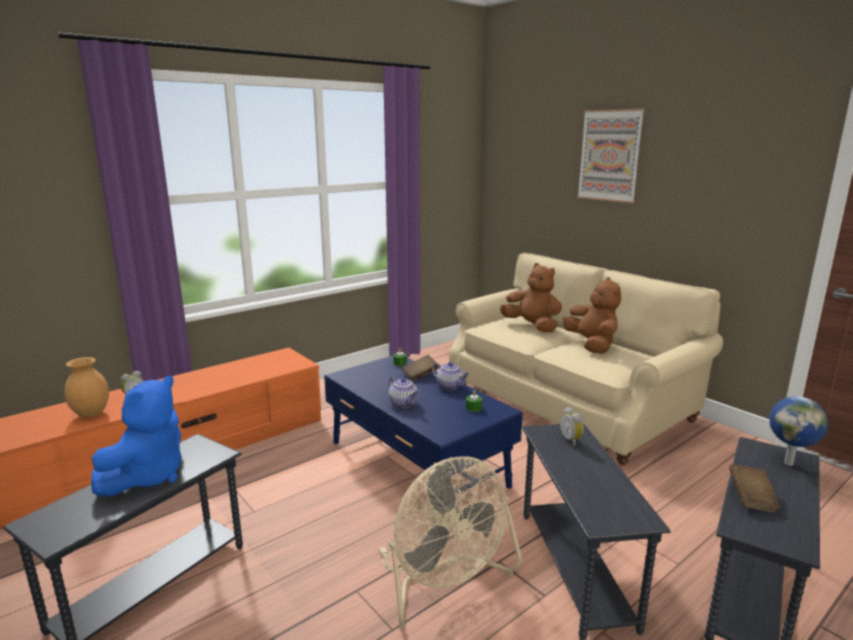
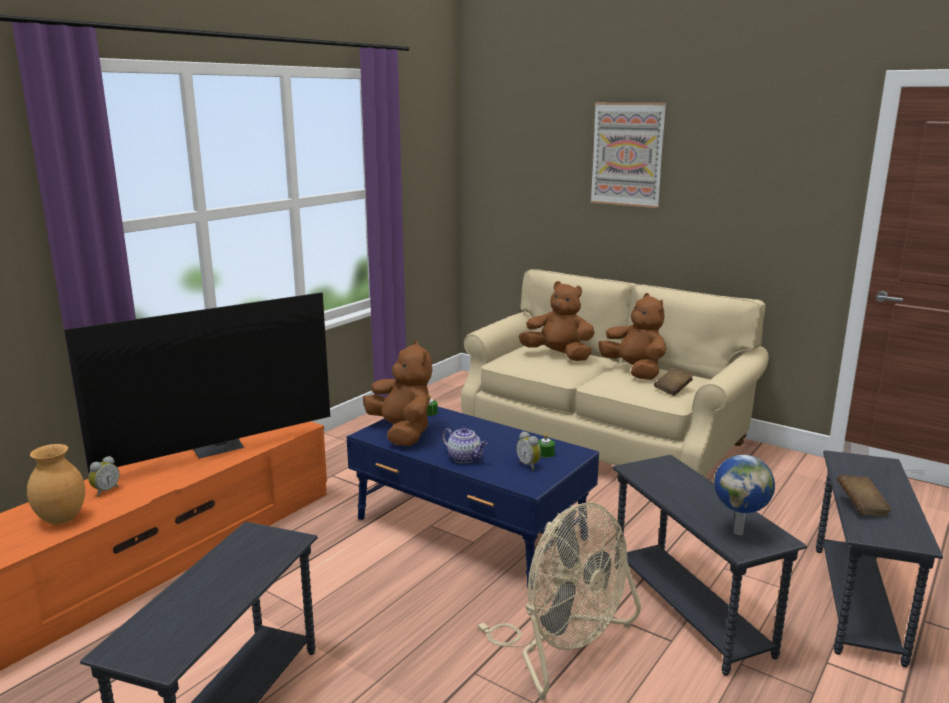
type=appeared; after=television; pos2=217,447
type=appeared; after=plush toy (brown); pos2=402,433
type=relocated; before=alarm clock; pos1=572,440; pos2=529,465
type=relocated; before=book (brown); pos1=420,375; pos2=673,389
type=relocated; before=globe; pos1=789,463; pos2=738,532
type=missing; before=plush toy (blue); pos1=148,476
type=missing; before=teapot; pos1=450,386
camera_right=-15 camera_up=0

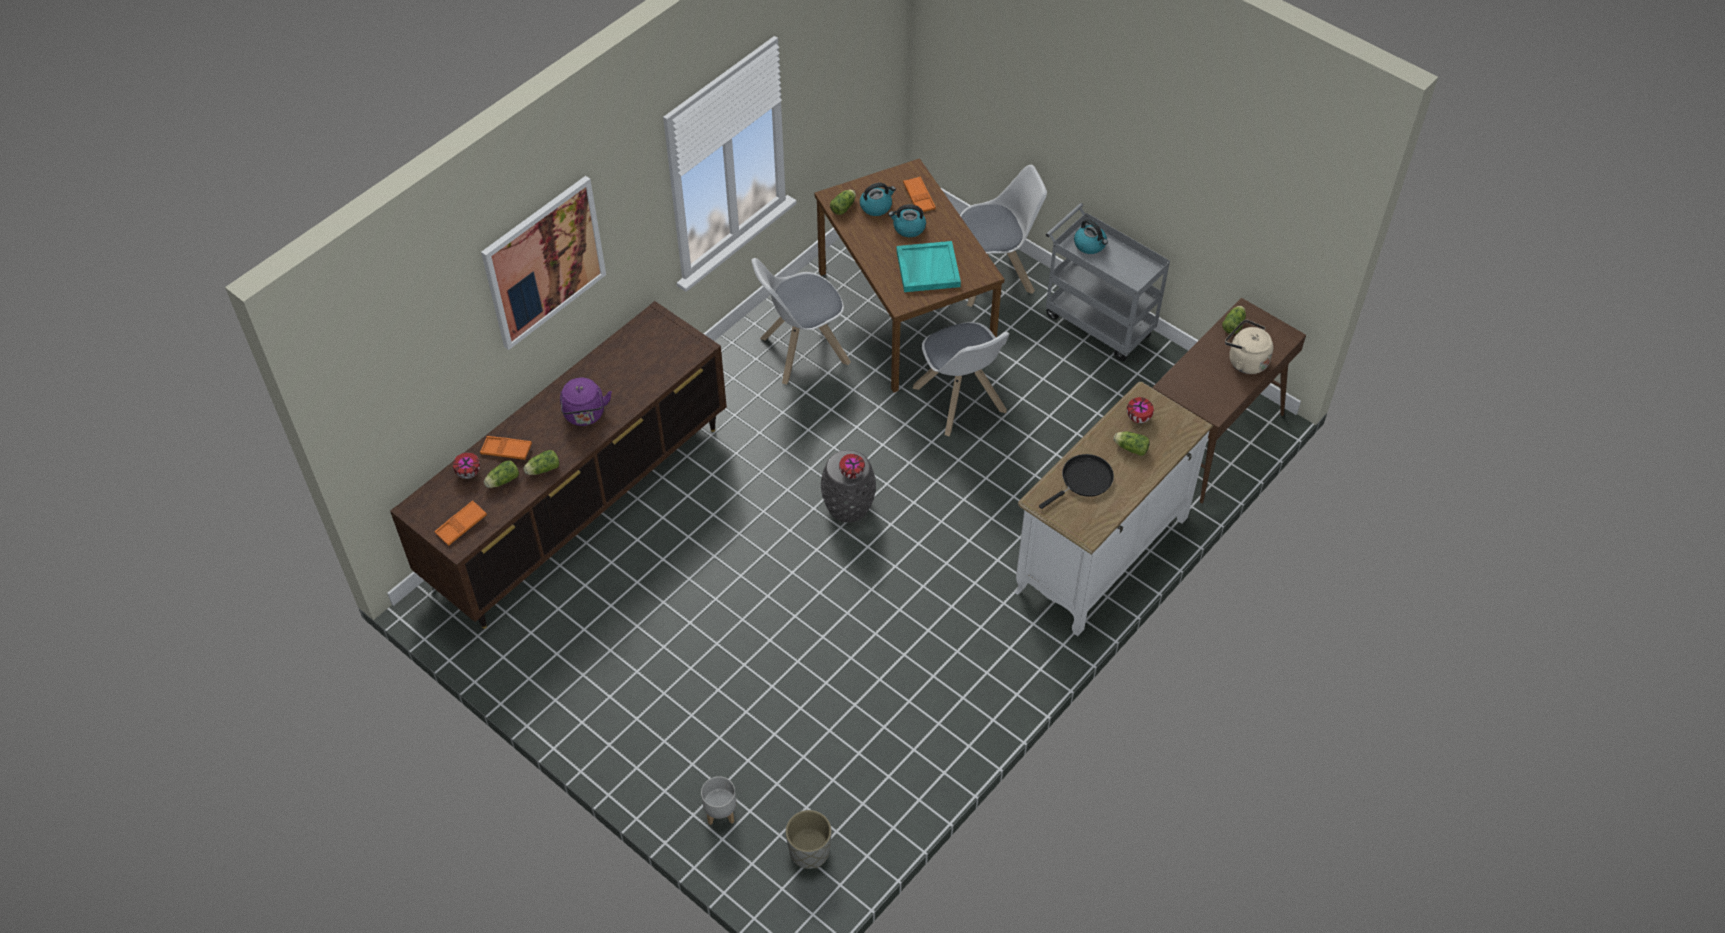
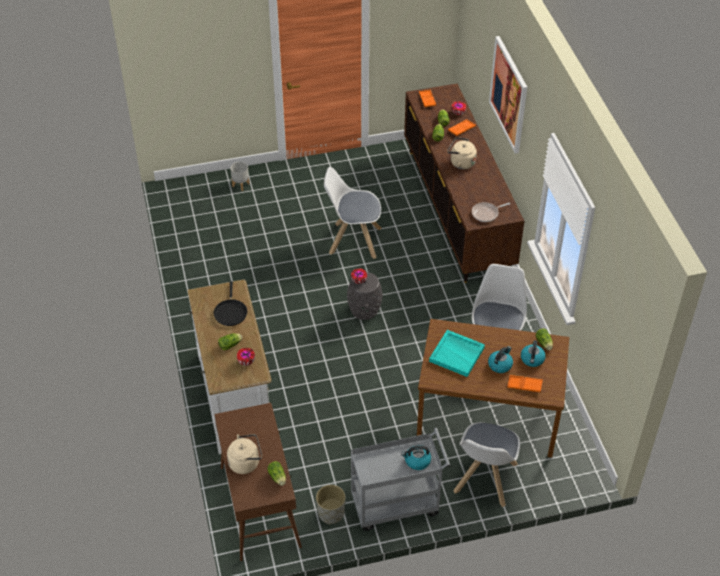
type=relocated; before=planter (grey); pos1=809,851; pos2=331,513
type=relocated; before=chair; pos1=960,401; pos2=353,240
type=colour; before=kettle (purple); after=kettle (beige); pos1=585,415; pos2=461,162
type=appeared; after=frying pan; pos2=486,213
camera_right=125 camera_up=-5

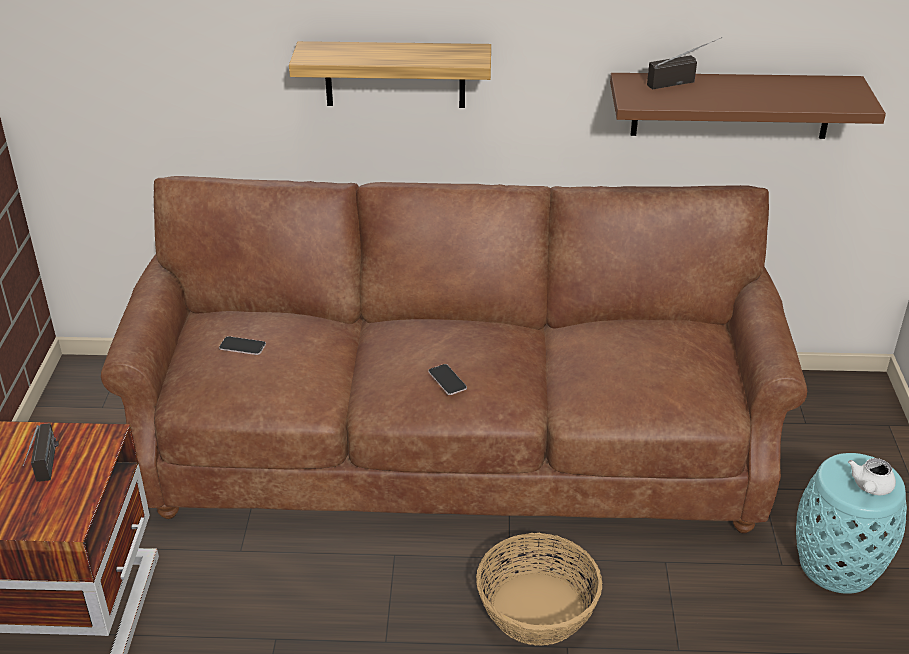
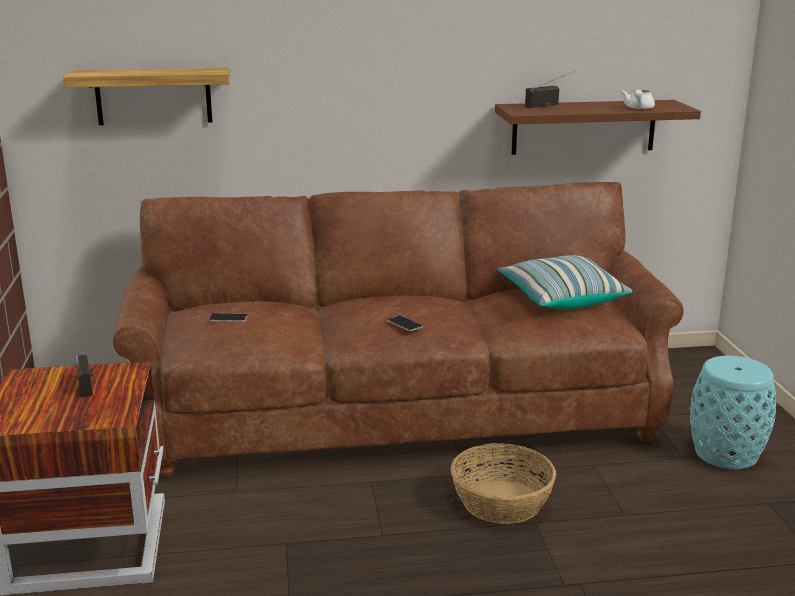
type=relocated; before=shelf; pos1=395,74; pos2=153,96
type=appeared; after=pillow; pos2=561,299
type=relocated; before=teapot (white); pos1=870,488; pos2=638,108
camera_right=-10 camera_up=-15

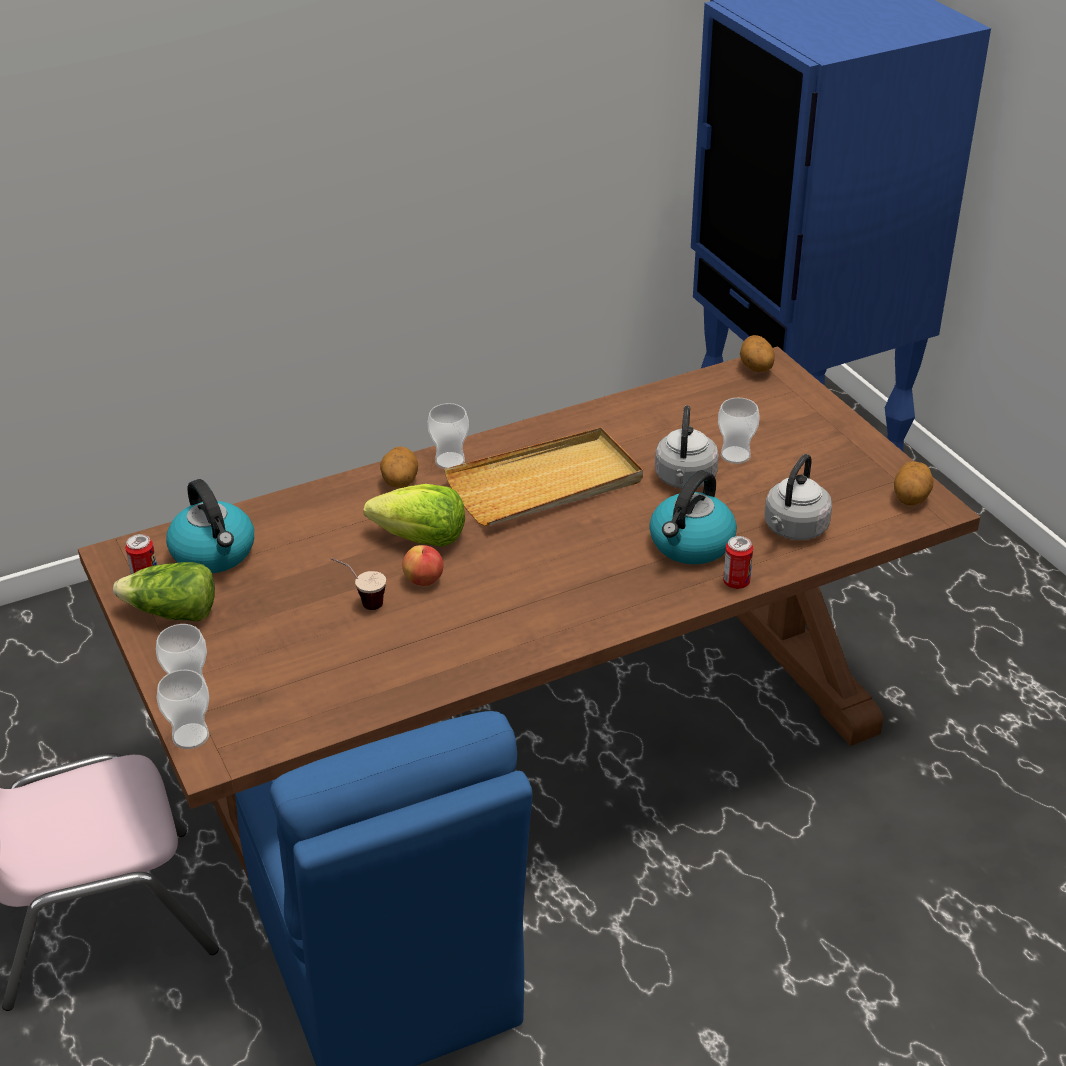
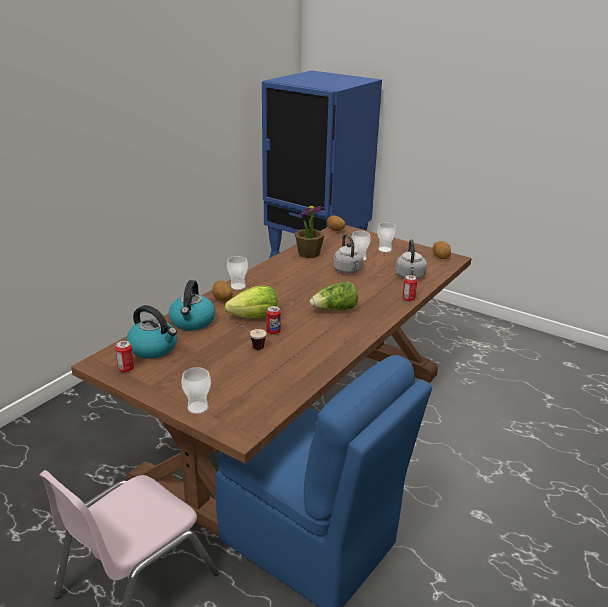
type=relocated; before=kettle; pos1=691,545; pos2=192,322
type=exchanged; before=apple; after=can; pos1=424,580; pos2=273,332
type=appeared; after=potted plant; pos2=308,254
type=relocated; before=lettuce; pos1=172,613; pos2=334,310
type=relocated; before=cup; pos1=190,736; pos2=384,249
type=missing; before=tray (beige); pos1=546,484
camera_right=-30 camera_up=-10

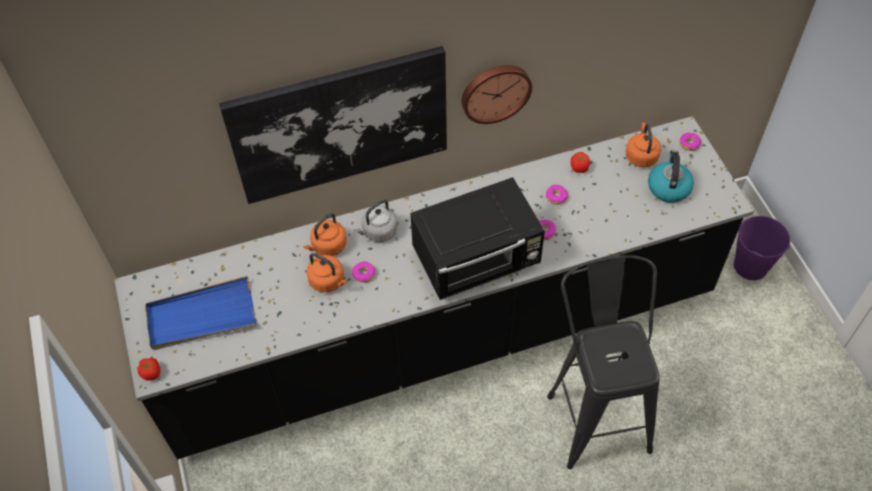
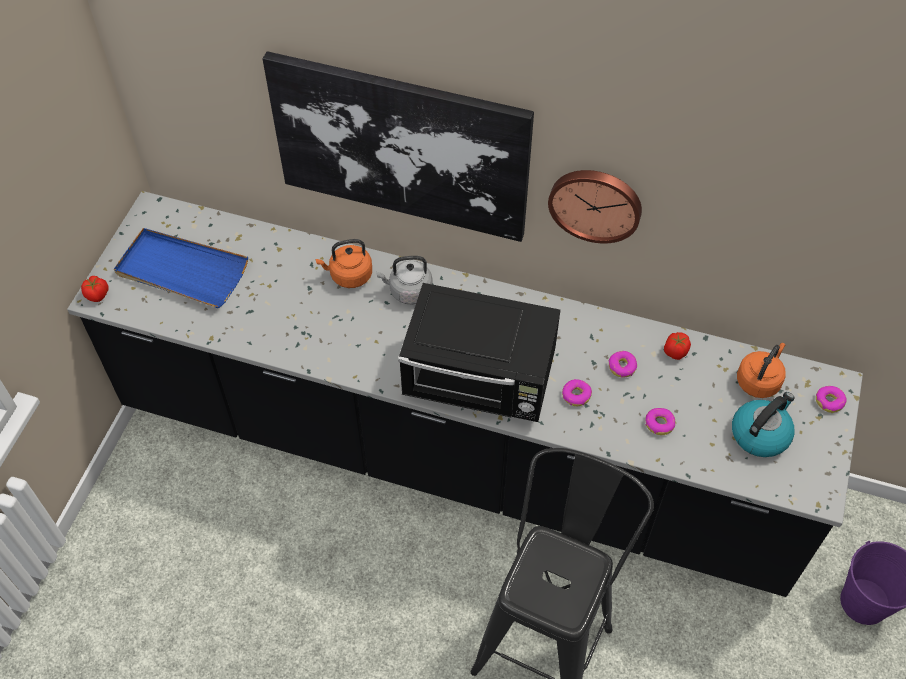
type=relocated; before=donut; pos1=363,274; pos2=659,424
type=missing; before=kettle (orange); pos1=328,281
camera_right=35 camera_up=0

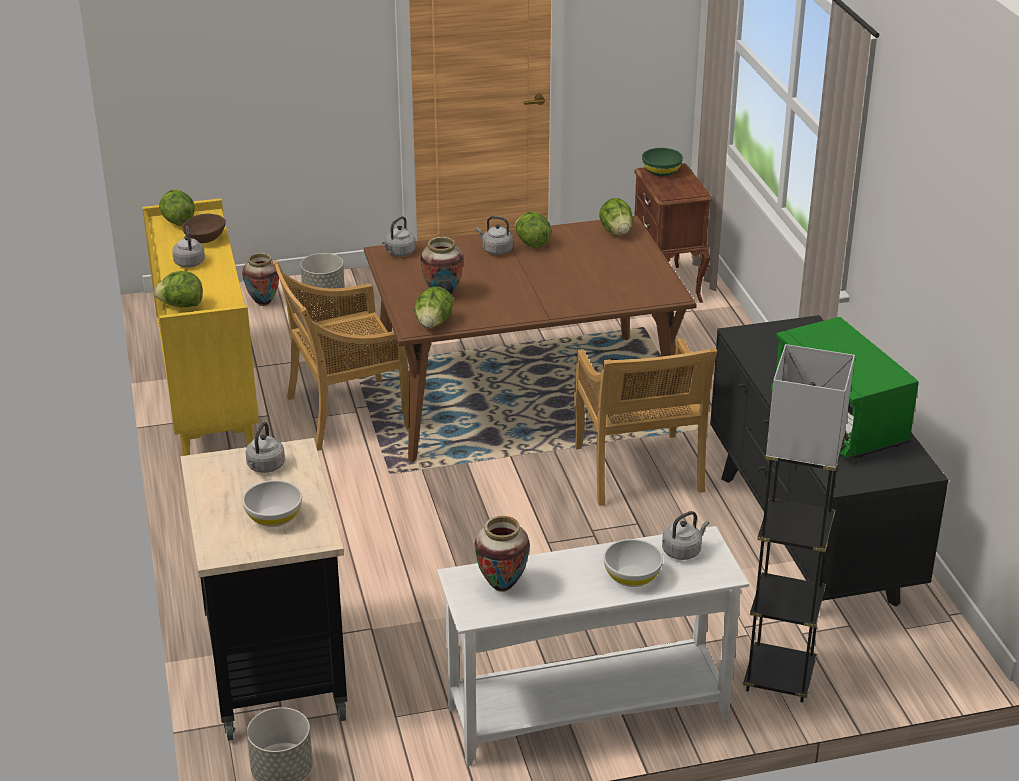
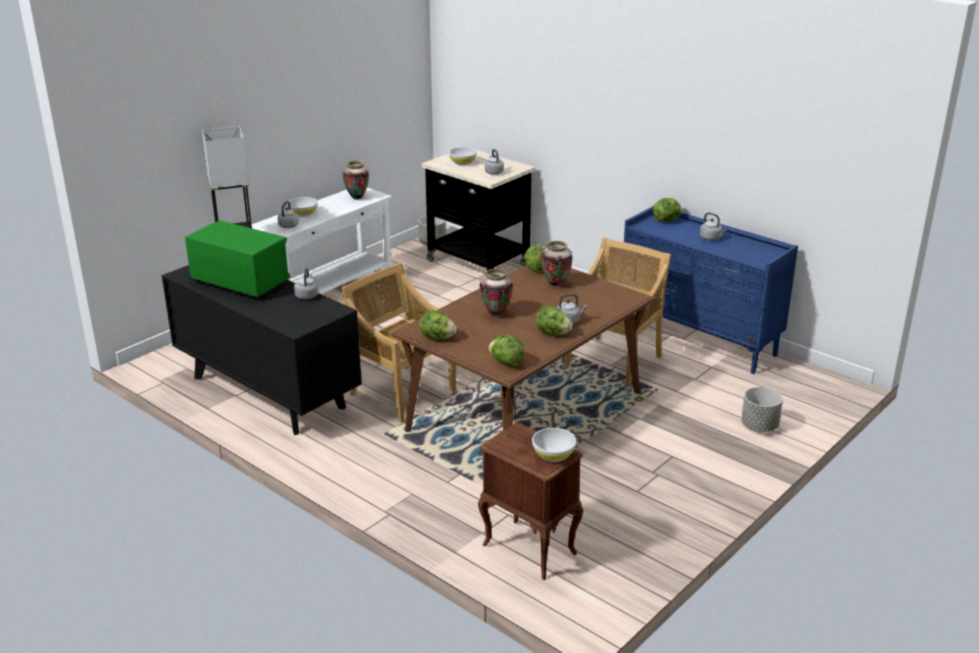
type=relocated; before=kettle (grey); pos1=399,253; pos2=307,295
type=relocated; before=lettuce; pos1=177,221; pos2=437,338
type=relocated; before=vase; pos1=263,303; pos2=496,314
type=colour; before=bowl (green); after=bowl (white); pos1=661,171; pos2=553,455
type=colour; before=cabinet (yellow); after=cabinet (blue); pos1=209,400; pos2=699,340
type=missing; before=bowl (brown); pos1=205,239
camera_right=145 camera_up=-5

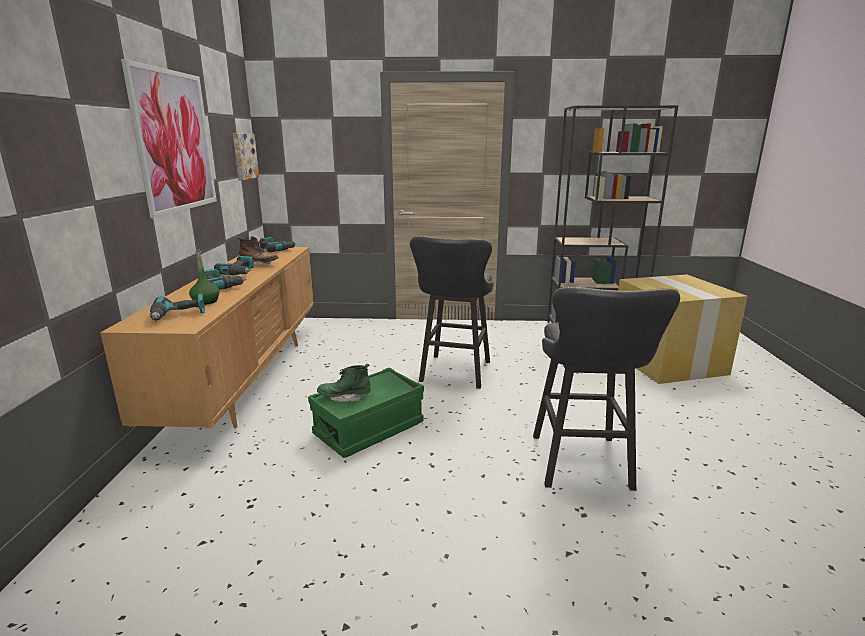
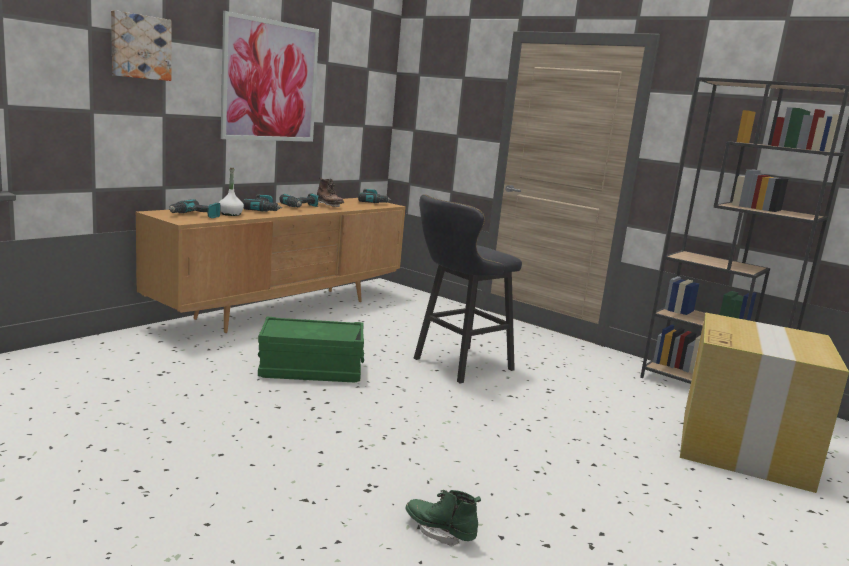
type=relocated; before=picture; pos1=244,156; pos2=140,47
type=colour; before=bottle (green); after=bottle (white); pos1=205,301; pos2=230,214
type=relocated; before=boot (green); pos1=345,397; pos2=440,532
type=missing; before=stool (black); pos1=583,469
camera_right=35 camera_up=-5

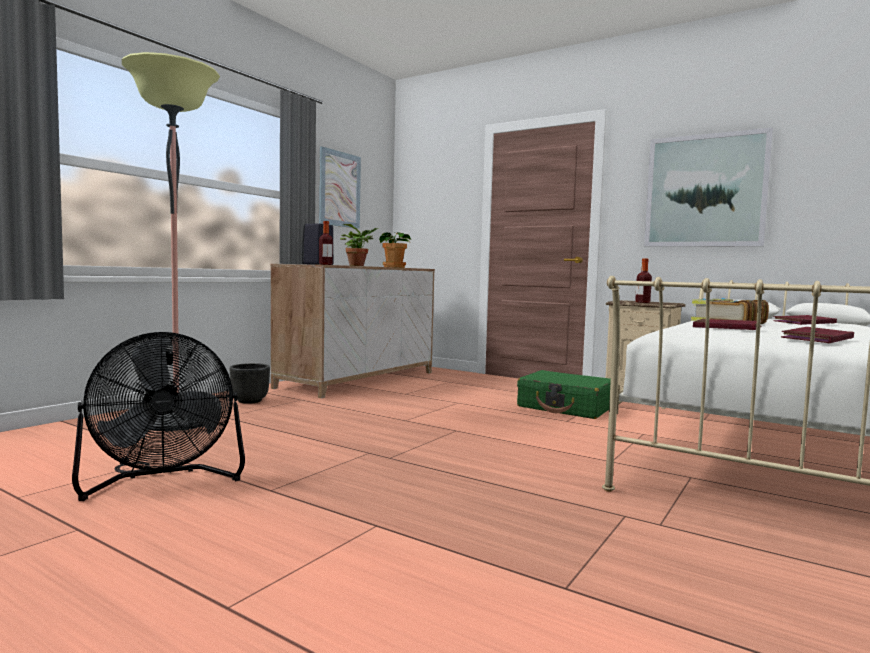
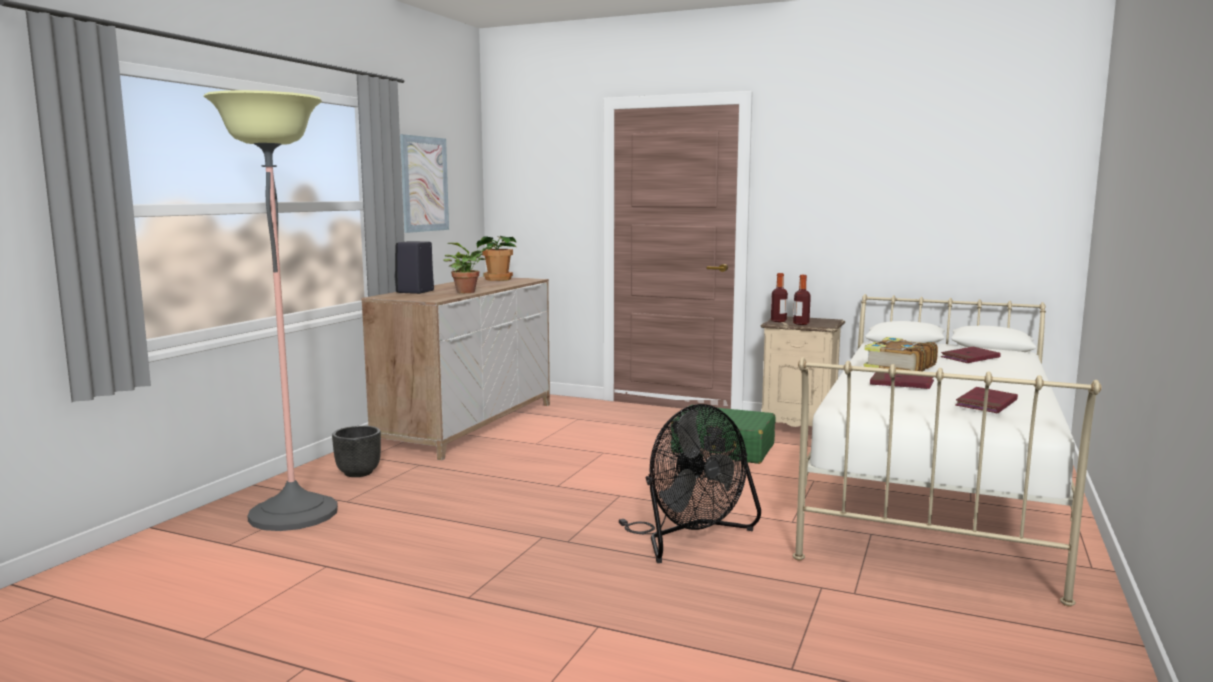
type=relocated; before=fan (black); pos1=157,481; pos2=685,538
type=relocated; before=bottle; pos1=325,264; pos2=778,321
type=missing; before=picture; pos1=705,191
camera_right=-10 camera_up=5

